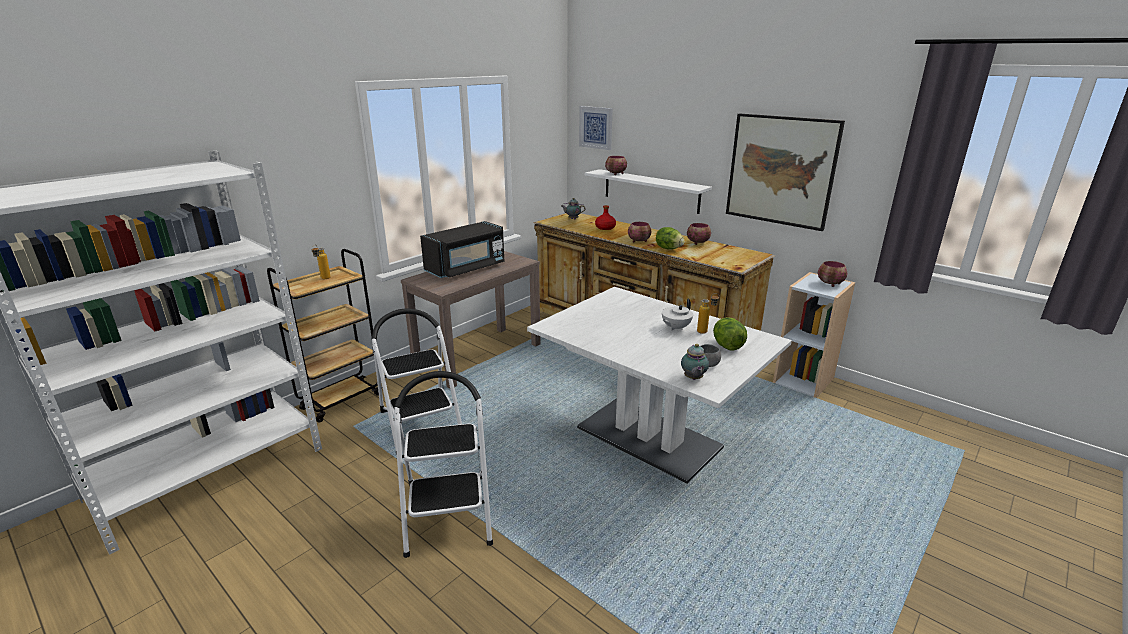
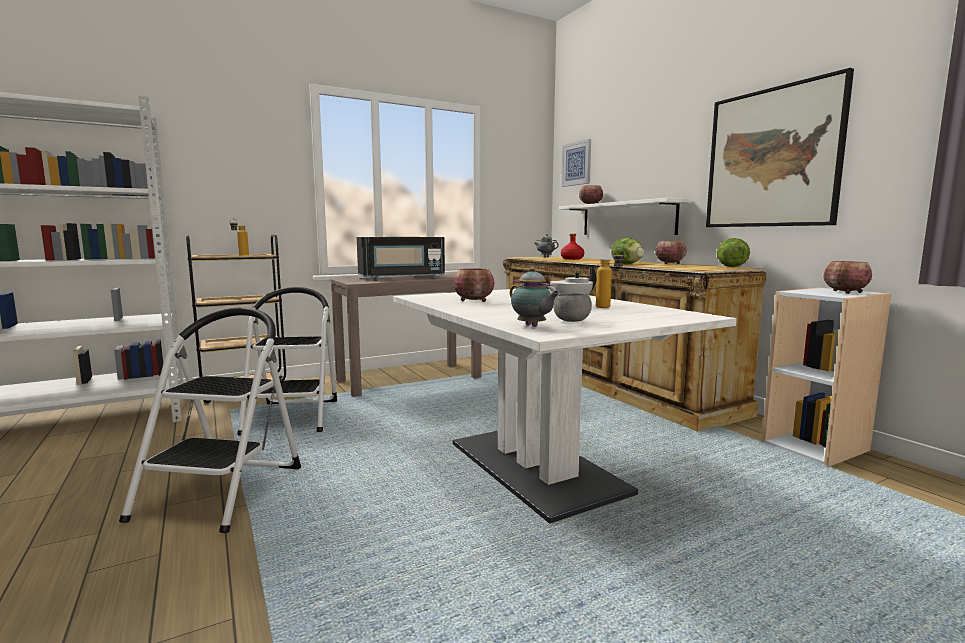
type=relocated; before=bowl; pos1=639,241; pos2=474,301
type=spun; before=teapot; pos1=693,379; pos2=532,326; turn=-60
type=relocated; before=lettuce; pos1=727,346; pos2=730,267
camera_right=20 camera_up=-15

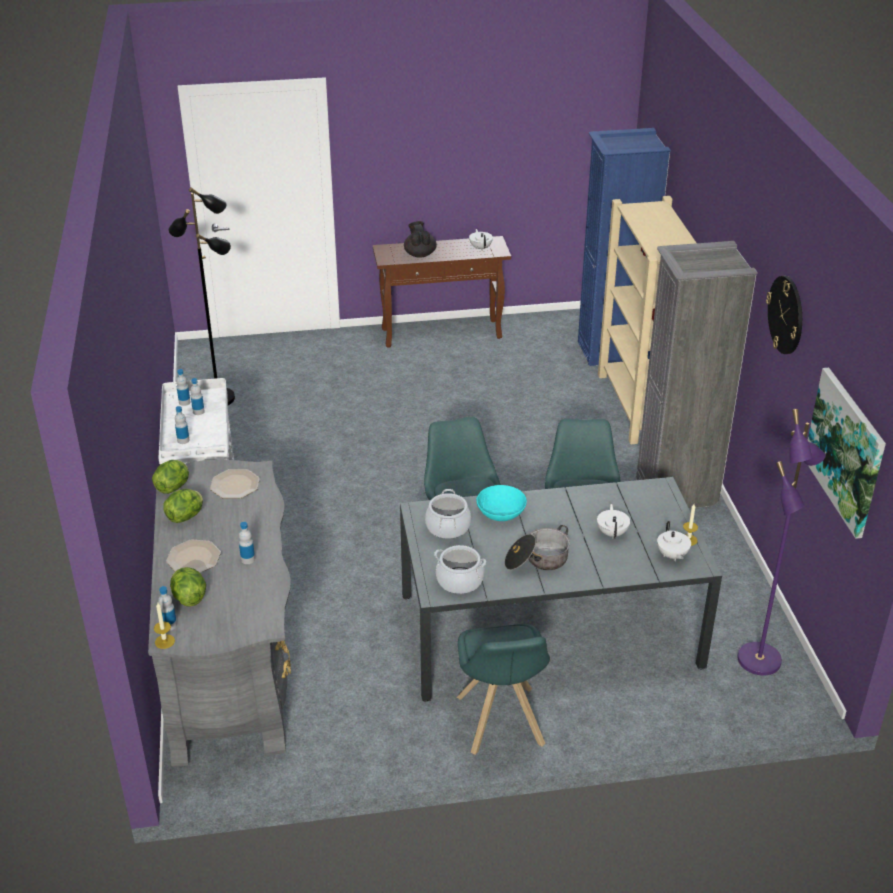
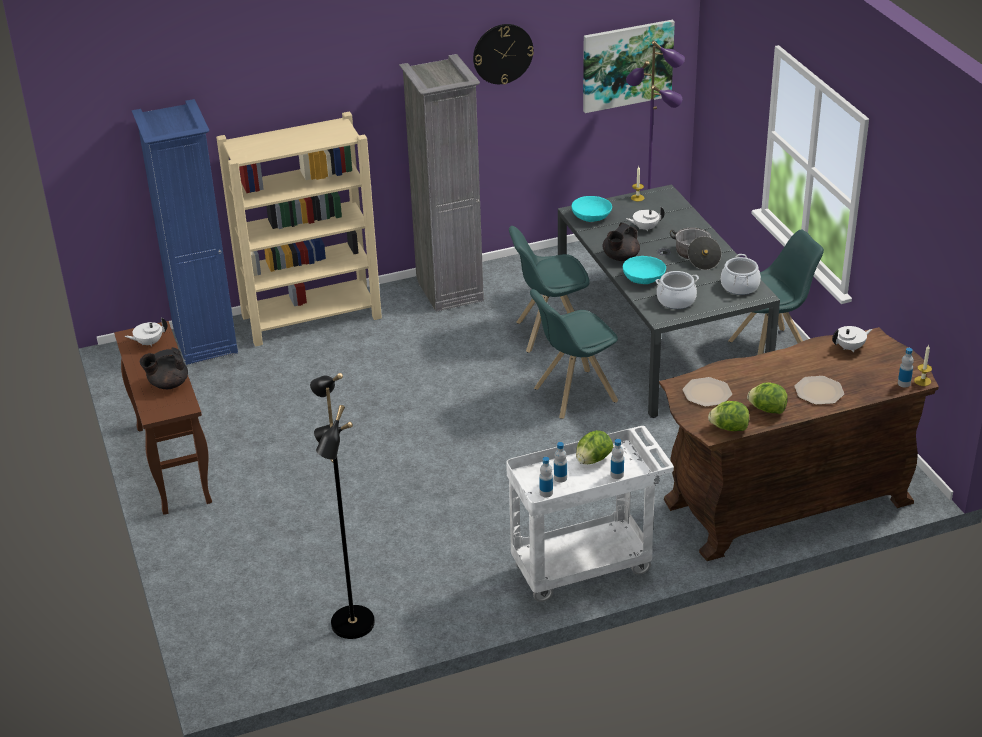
type=appeared; after=bowl (turquoise); pos2=591,217
type=relocated; before=lettuce; pos1=189,597; pos2=593,460
type=appeared; after=teapot (black); pos2=620,257
type=colour; before=dresser (grey); after=dresser (brown); pos1=233,664; pos2=785,498
type=relocated; before=teapot (white); pos1=672,555; pos2=850,348
type=missing; before=bottle; pos1=248,559
camera_right=-100 camera_up=0

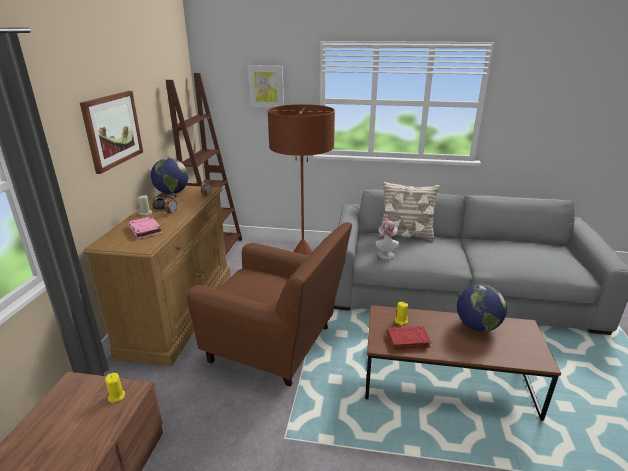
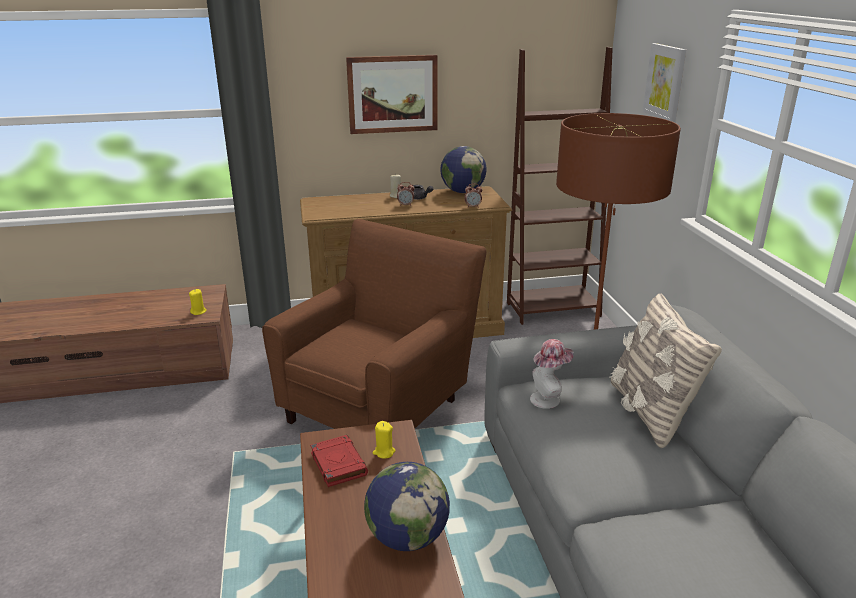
type=spun; before=armchair (brown); pos1=275,346; pos2=378,408; turn=-150
type=missing; before=book (pink); pos1=145,230
camera_right=70 camera_up=0

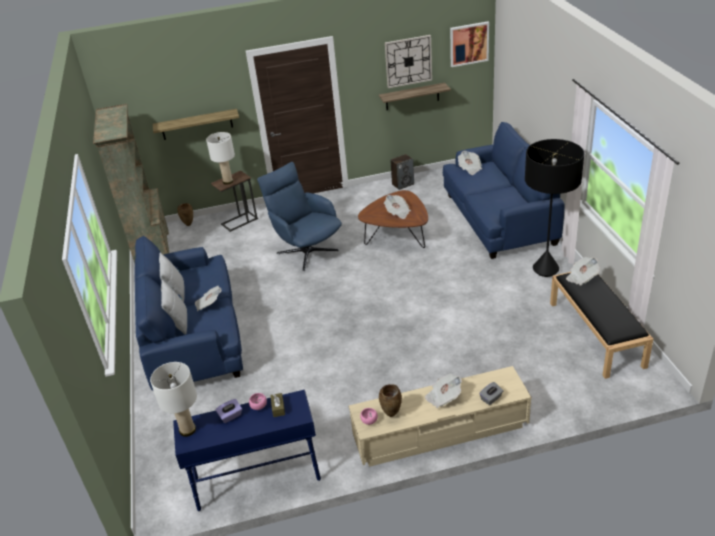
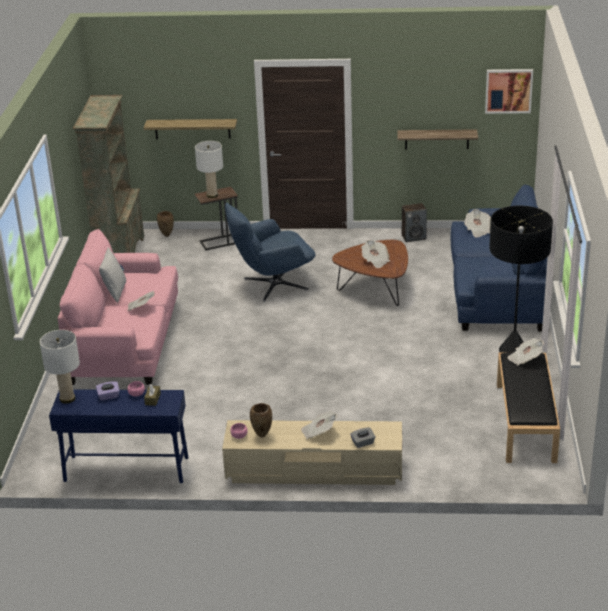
type=colour; before=sofa (blue); after=sofa (pink); pos1=195,337; pos2=125,342
type=spun; before=armchair (blue); pos1=306,251; pos2=273,285; turn=-90
type=missing; before=pillow (grey); pos1=178,323
type=missing; before=wall clock; pos1=408,61
camera_right=15 camera_up=-5

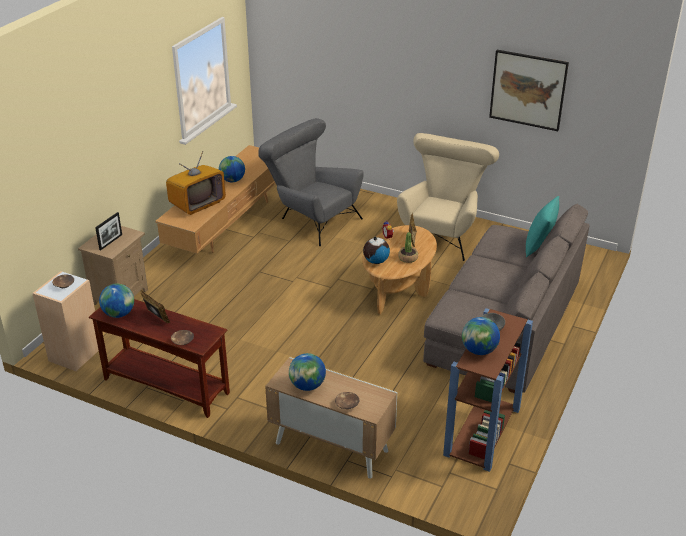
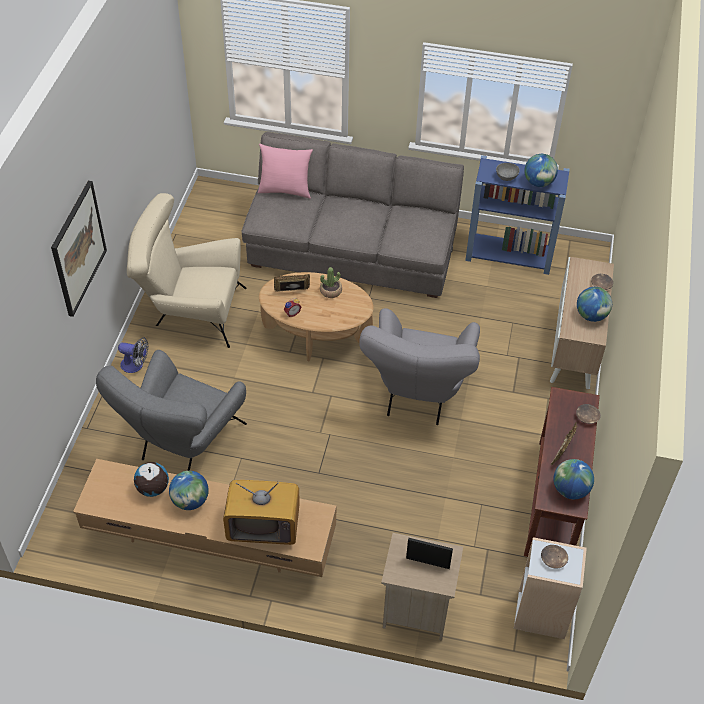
type=relocated; before=picture; pos1=528,90; pos2=78,248
type=appeared; after=fan; pos2=135,365
type=relocated; before=globe; pos1=375,261; pos2=153,489
type=spun; before=television; pos1=197,203; pos2=263,525; turn=150
type=colour; before=pillow (turquoise); after=pillow (pink); pos1=539,246; pos2=285,190
type=appeared; after=armchair (grey); pos2=418,396
type=colour; before=bookcase (brown); after=bookcase (blue); pos1=482,432; pos2=510,253
camera_right=-105 camera_up=15

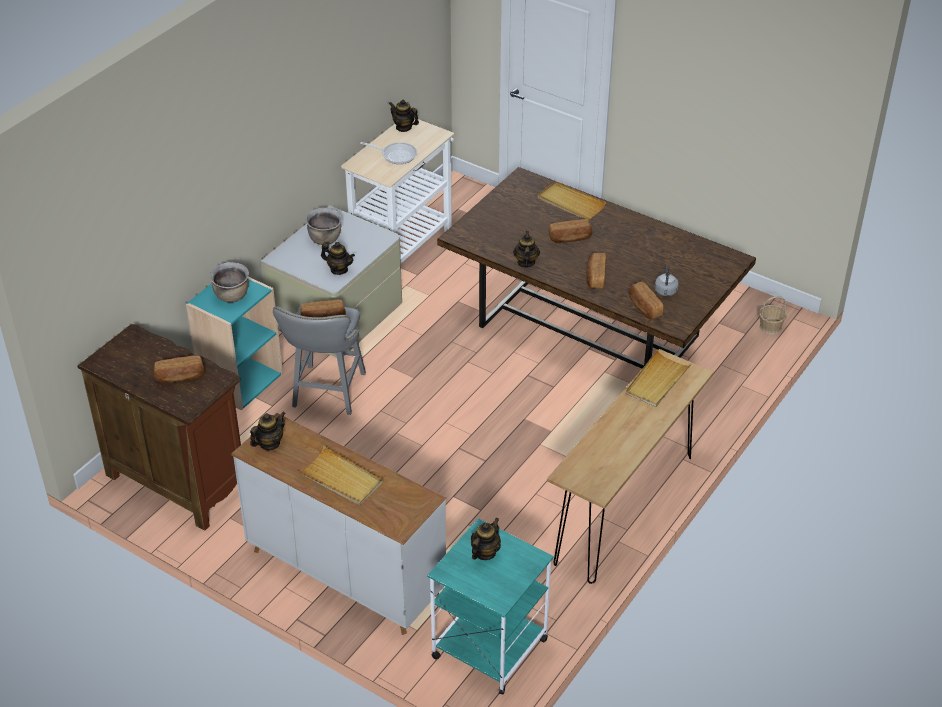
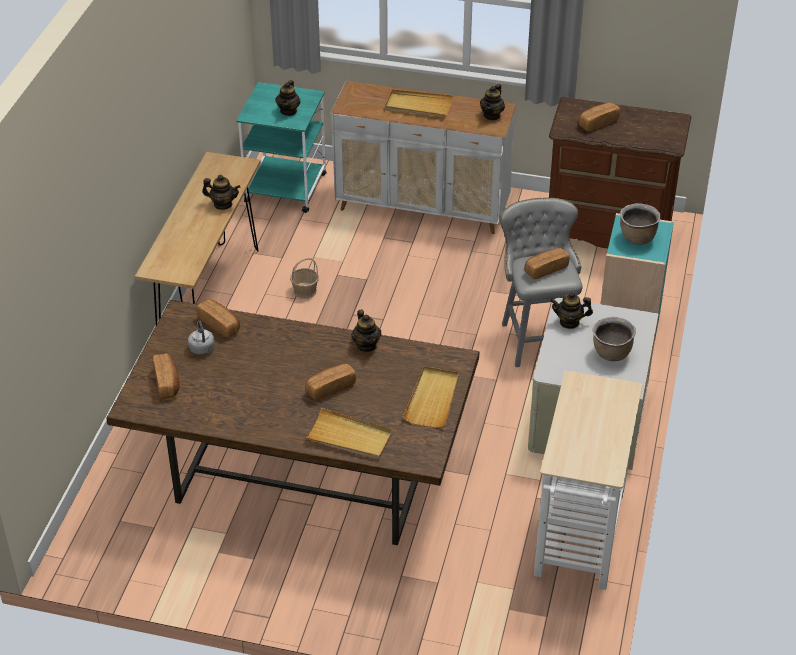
type=relocated; before=bread; pos1=595,277; pos2=167,382
type=relocated; before=teapot; pos1=404,127; pos2=223,204
type=relocated; before=basket; pos1=770,327; pos2=304,291
type=relocated; before=tray (beige); pos1=657,381; pos2=432,399
type=missing; before=frying pan; pos1=396,155
camera_right=160 camera_up=0

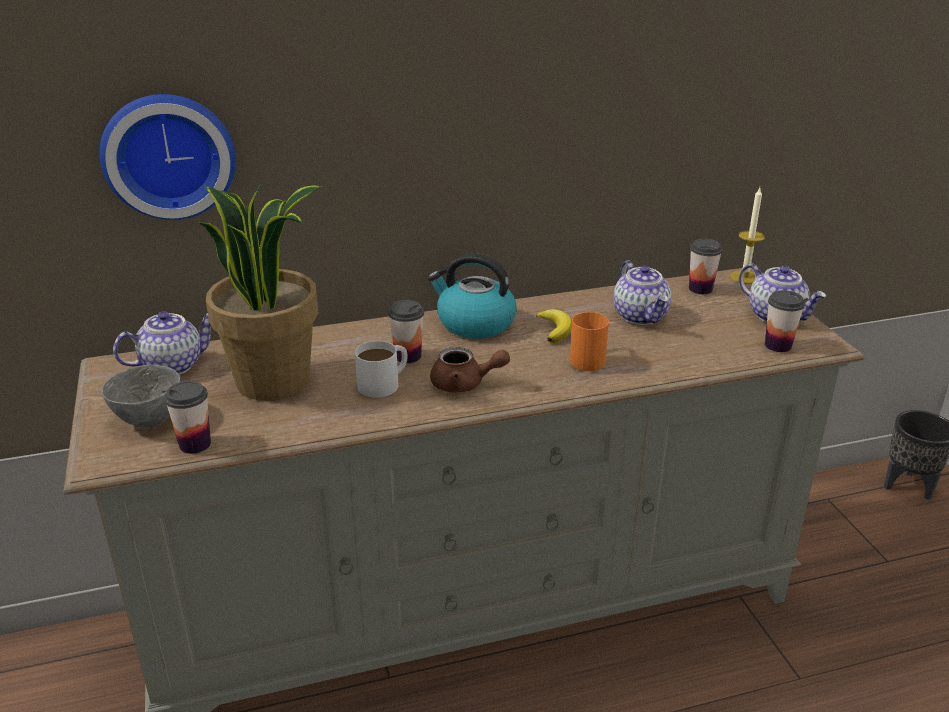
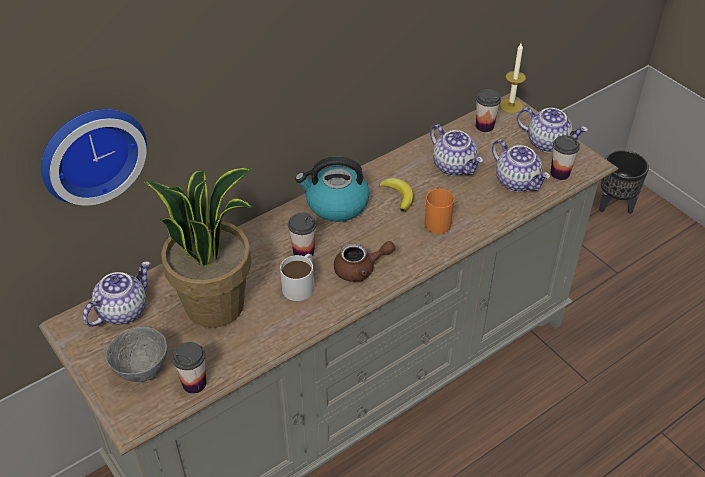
type=appeared; after=teapot; pos2=517,181
camera_right=-20 camera_up=15

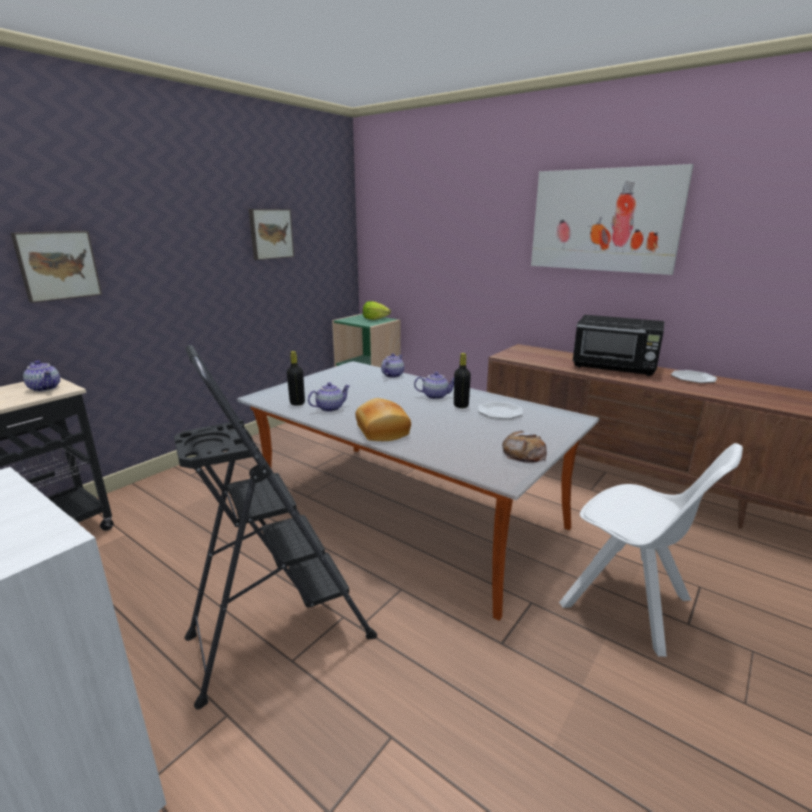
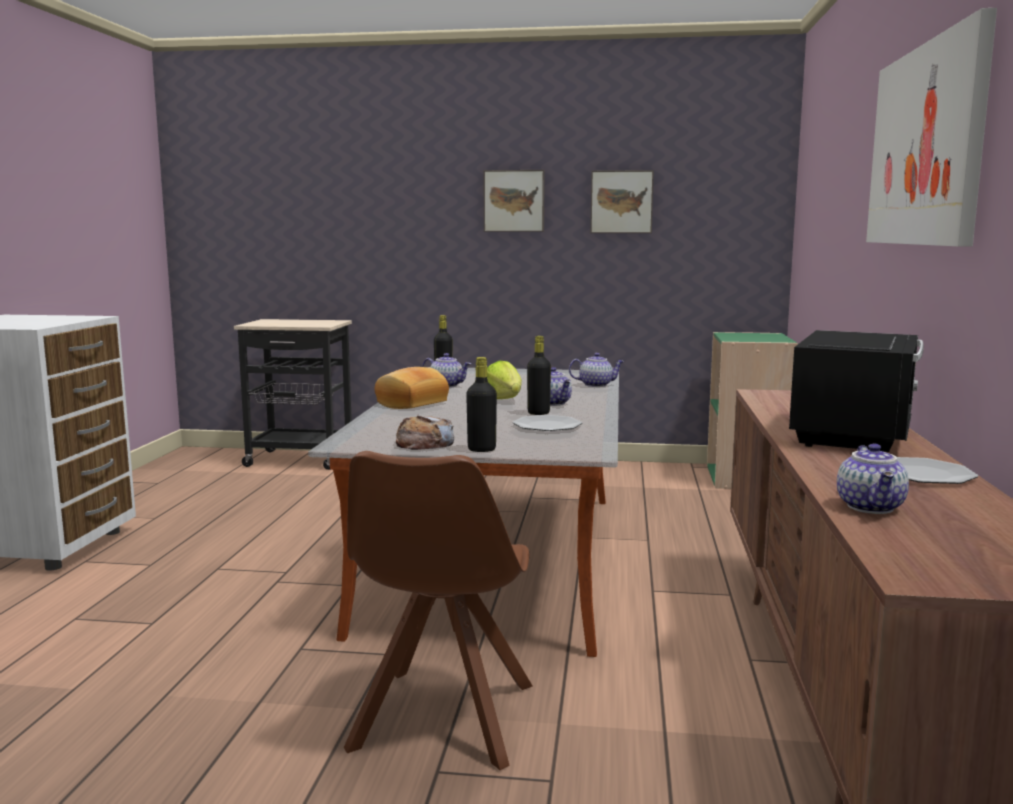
type=colour; before=chair (white); after=chair (brown); pos1=629,604; pos2=441,719
type=appeared; after=bottle (black); pos2=481,449
type=relocated; before=picture; pos1=57,265; pos2=514,201
type=relocated; before=lettuce; pos1=375,319; pos2=504,399
type=spun; before=microwave (black); pos1=615,367; pos2=854,434; turn=-150
type=relocated; before=teapot; pos1=46,388; pos2=872,507
type=missing; before=step ladder; pos1=278,636
camera_right=60 camera_up=-10

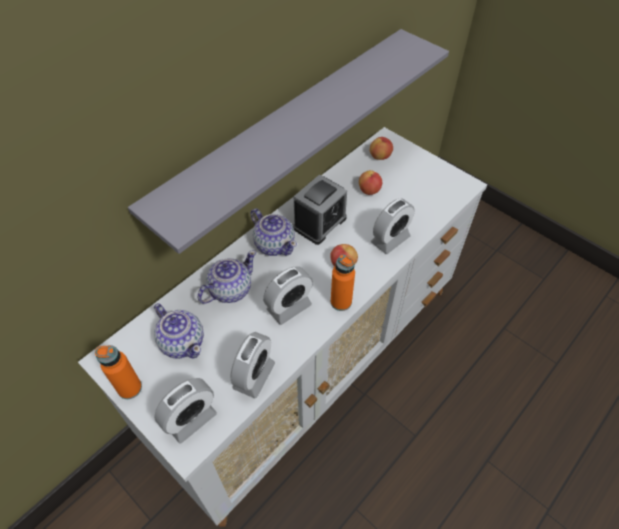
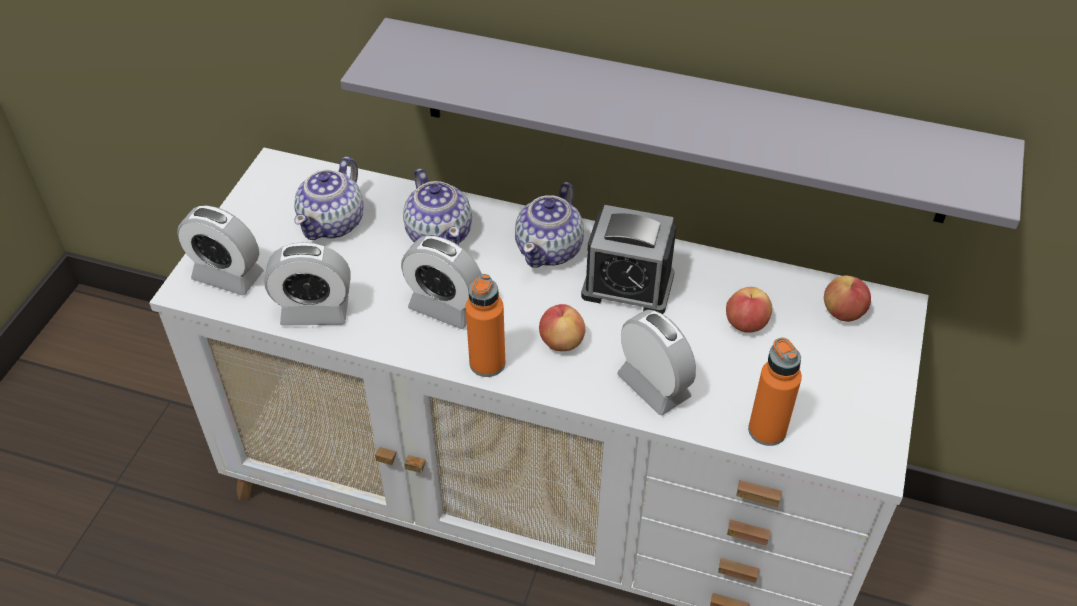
type=spun; before=teapot; pos1=229,290; pos2=439,234; turn=45
type=spun; before=alarm clock; pos1=390,239; pos2=653,386; turn=-150
type=relocated; before=bottle (orange); pos1=130,388; pos2=767,430
camera_right=65 camera_up=-5

